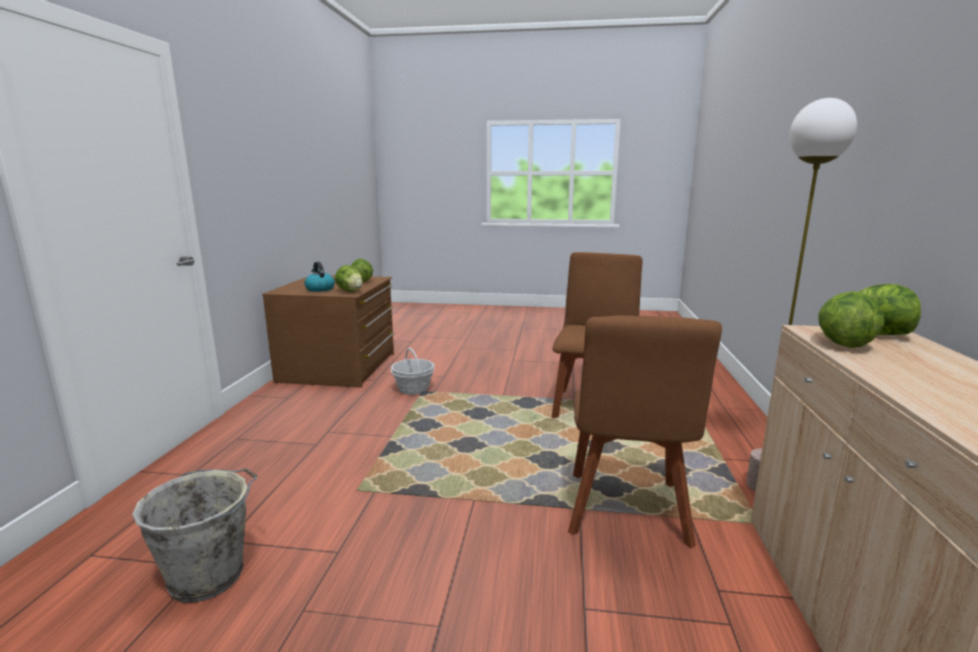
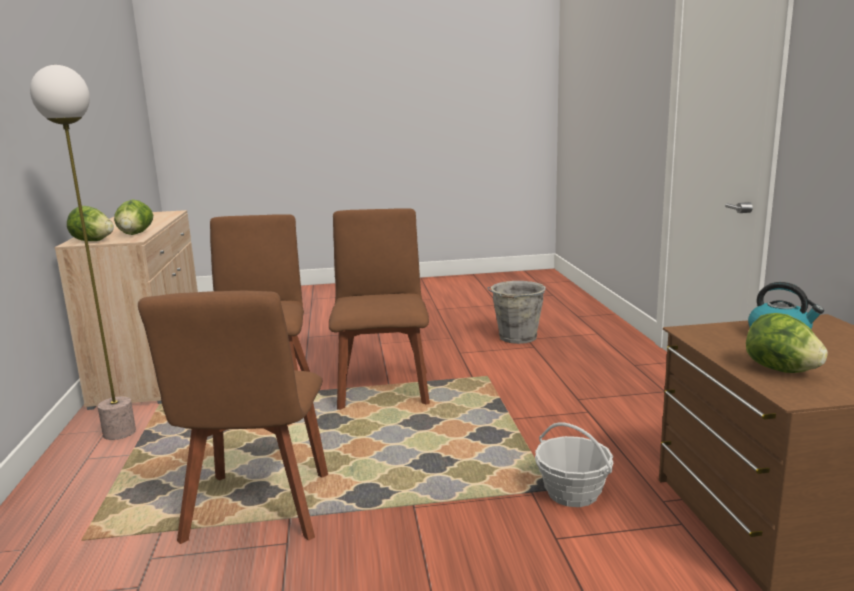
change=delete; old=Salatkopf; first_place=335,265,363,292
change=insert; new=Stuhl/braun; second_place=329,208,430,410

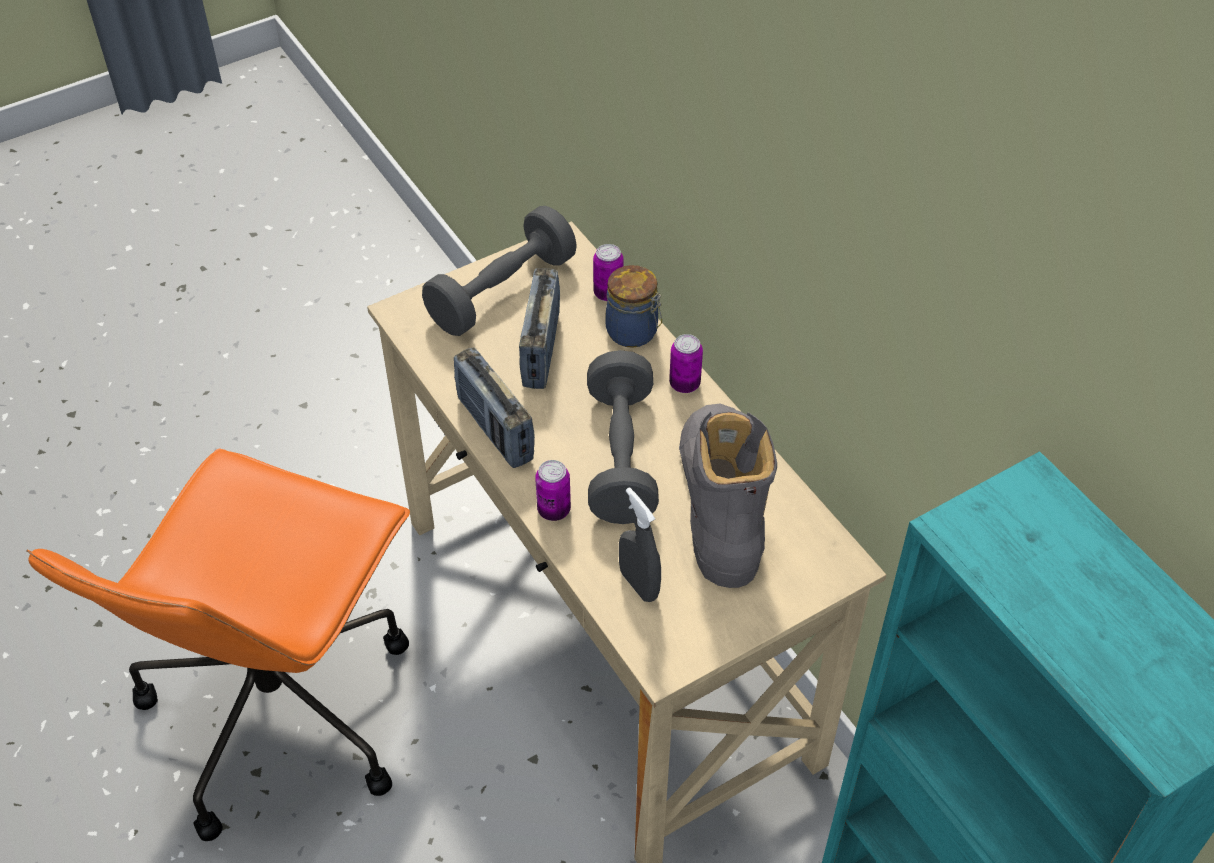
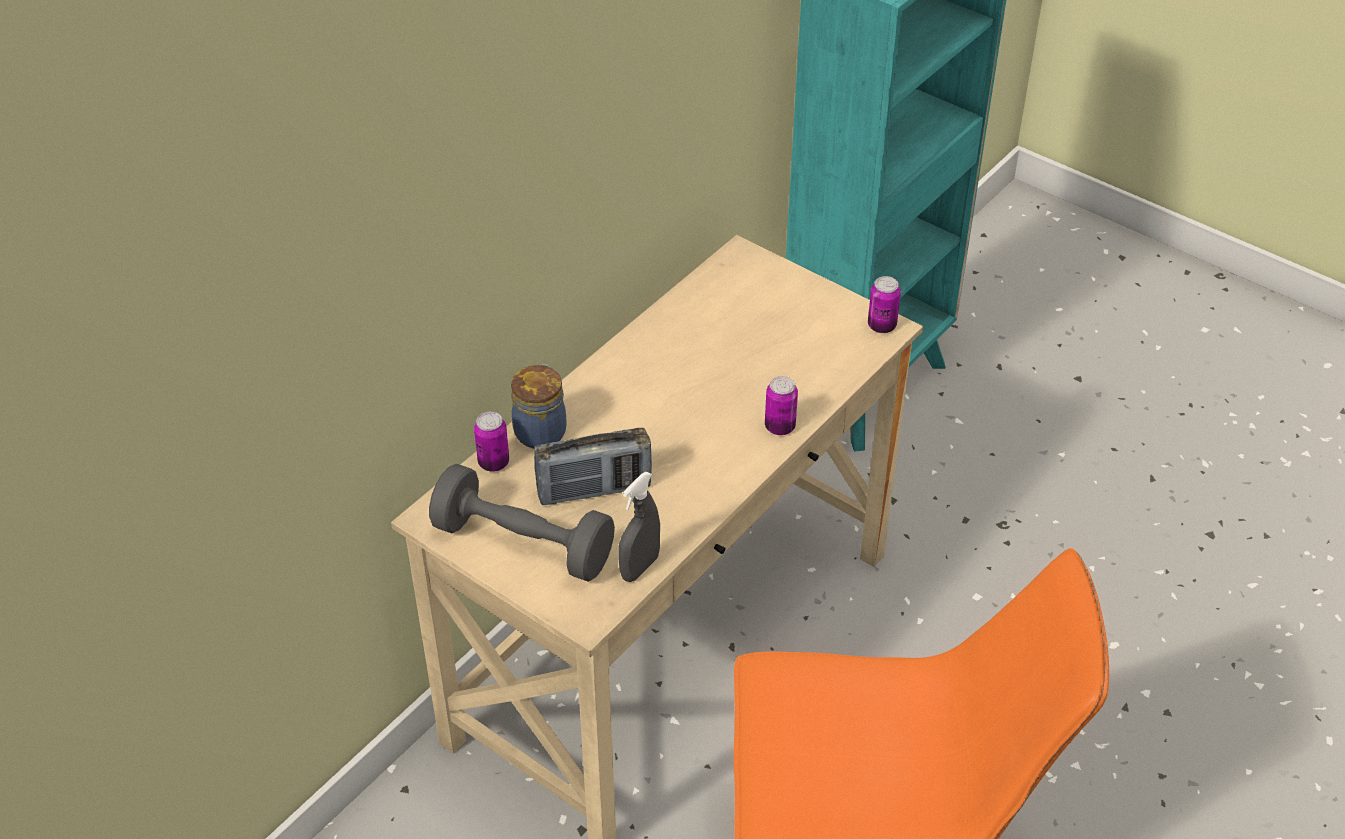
change=delete; old=Radio; first_place=454,347,535,468
change=delete; old=Hantel/grau; first_place=587,350,659,524
change=move; old=Sprühflasche/grau; first_place=619,487,661,602; second_place=618,472,660,582
change=move; old=Dose; first_place=669,334,703,393; second_place=868,276,901,333
change=delete; old=Stiefel/grau; first_place=679,404,777,588

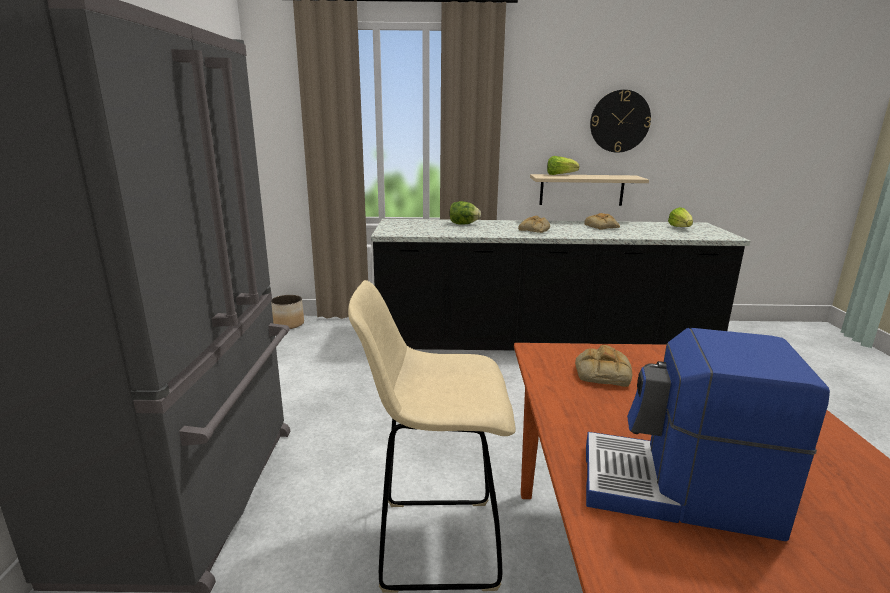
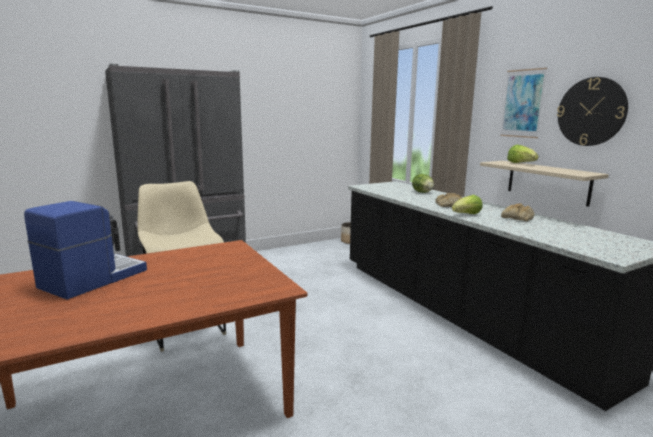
change=delete; old=Brot; first_place=575,345,632,387
change=rotate; old=Kaffeemaschine; first_place=586,328,830,541; second_place=24,201,147,299; degrees=45
change=move; old=Salatkopf; first_place=668,207,693,227; second_place=452,195,483,214
change=insert; new=Bild; second_place=500,68,547,138

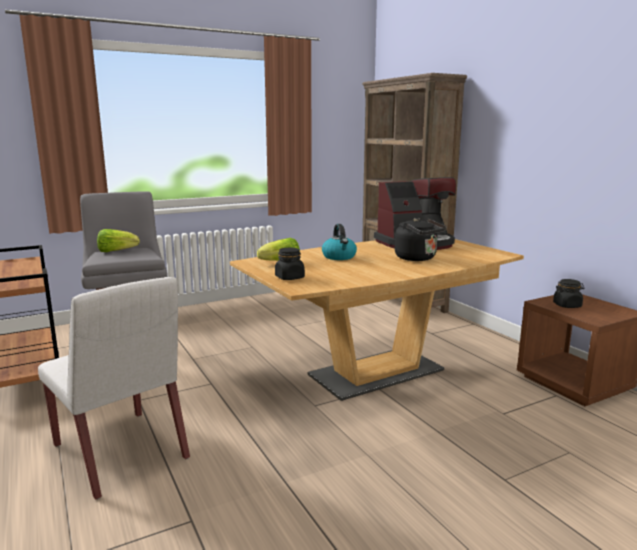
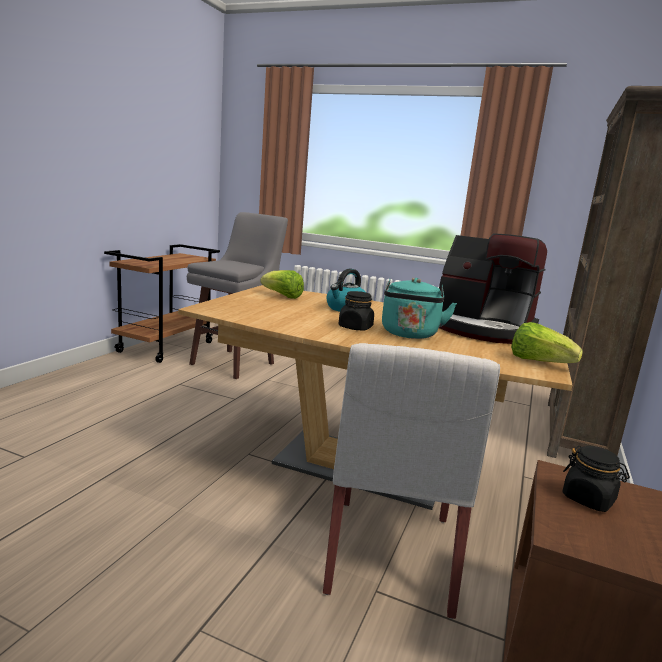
change=move; old=Stuhl/weiß; first_place=38,277,190,500; second_place=323,343,500,619
change=move; old=Salatkopf; first_place=97,229,140,252; second_place=511,322,583,363
change=move; old=Vorratsglas/schwarz; first_place=275,248,305,280; second_place=338,291,374,330
change=recolor; old=Wasserkessel/schwarz; new=Wasserkessel/türkis; first_place=395,218,447,261; second_place=382,278,457,339

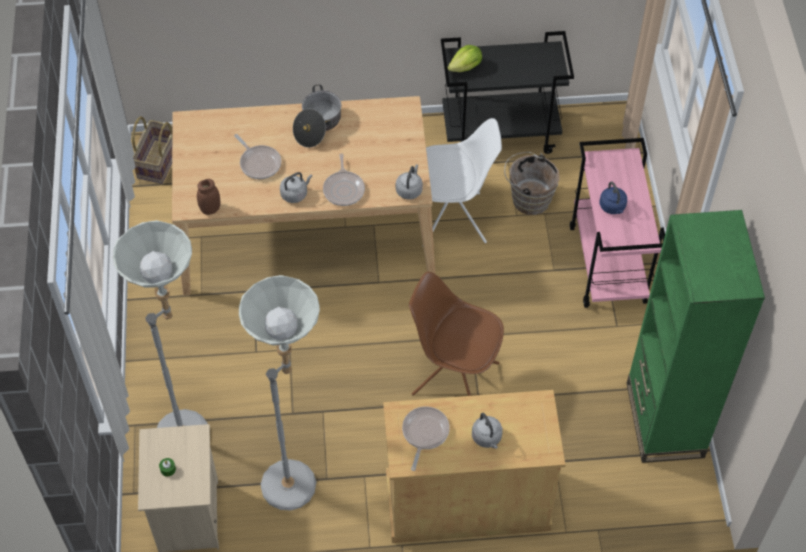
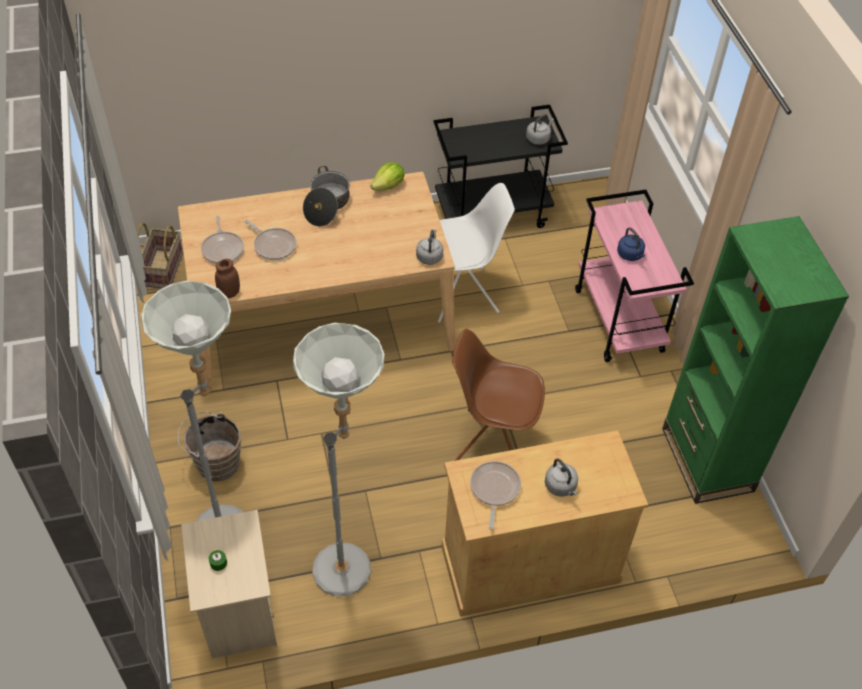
change=move; old=Wasserkessel/grau; first_place=280,172,312,203; second_place=526,114,554,145
change=move; old=Pfanne; first_place=323,153,365,206; second_place=201,216,244,264
change=move; old=Salatkopf; first_place=448,45,482,72; second_place=370,162,404,191
change=move; old=Eimer/braun; first_place=504,152,560,215; second_place=178,411,241,481

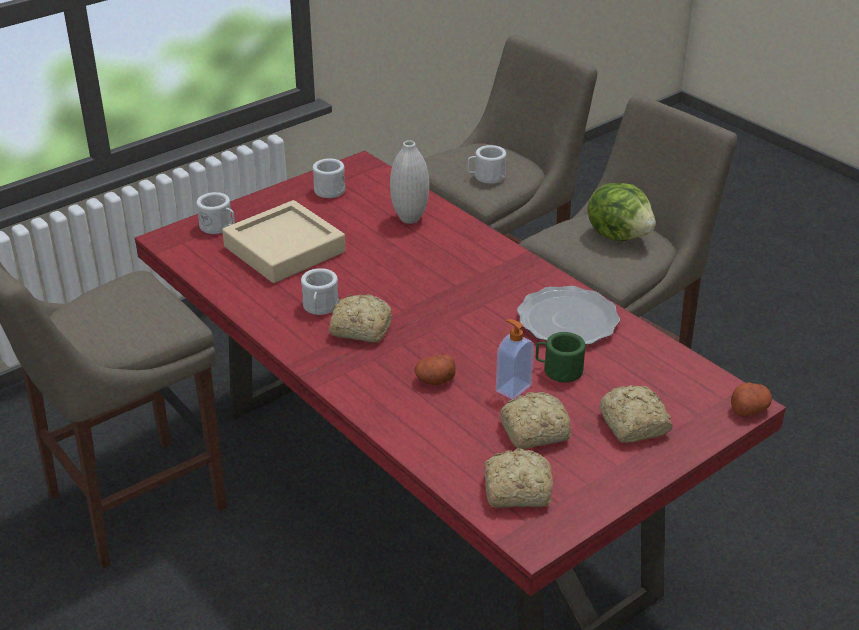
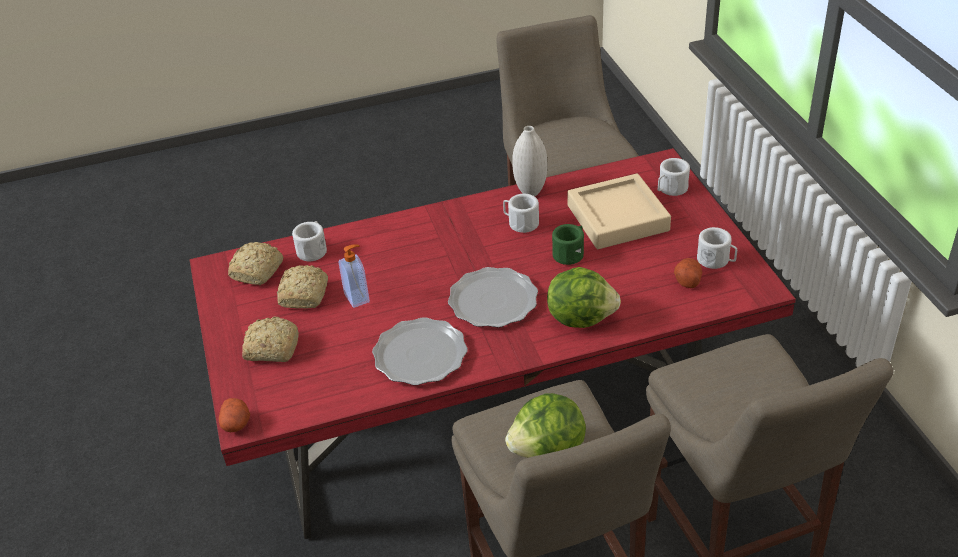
change=delete; old=Brot; first_place=329,294,392,343
change=move; old=Vase/weiß; first_place=390,140,429,224; second_place=512,126,547,196
change=move; old=Kartoffel; first_place=415,355,456,385; second_place=674,258,702,288
change=move; old=Henkelbecher/weiß; first_place=468,145,506,184; second_place=292,221,327,261
change=move; old=Henkelbecher/grün; first_place=535,332,586,382; second_place=552,224,584,265
change=insert; new=Teller; second_place=448,267,538,327
change=insert; new=Salatkopf; second_place=547,267,621,328

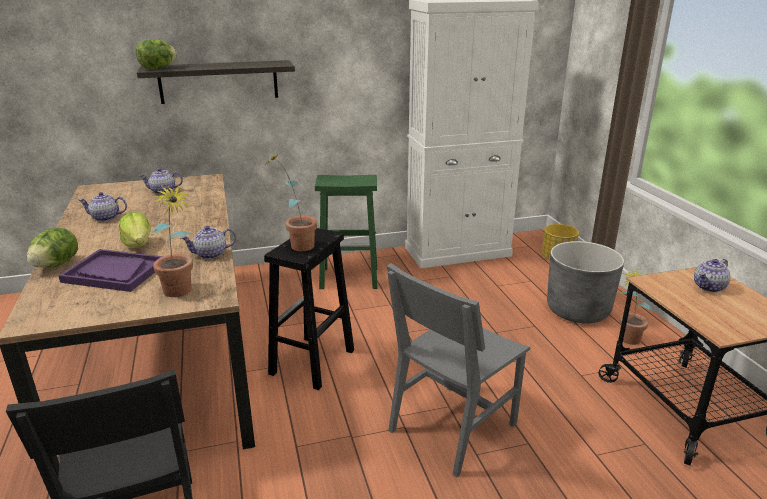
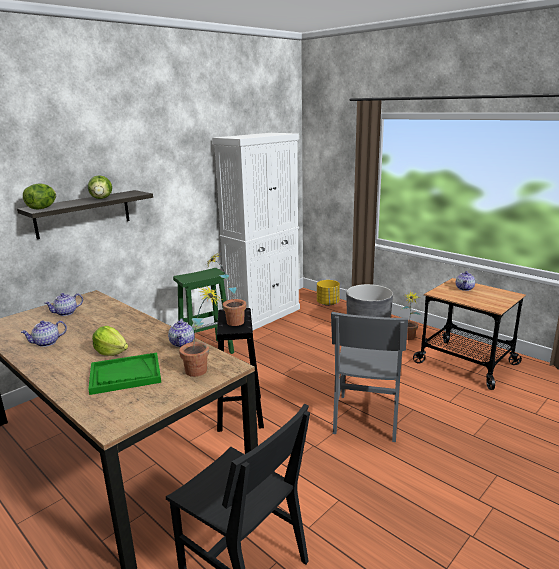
change=move; old=Salatkopf; first_place=27,227,78,268; second_place=88,175,112,199
change=recolor; old=Tablett/lila; new=Tablett/grün; first_place=58,249,164,292; second_place=88,352,161,395
change=rotate; old=Teekanne; first_place=181,226,236,259; second_place=168,318,194,347; degrees=-45

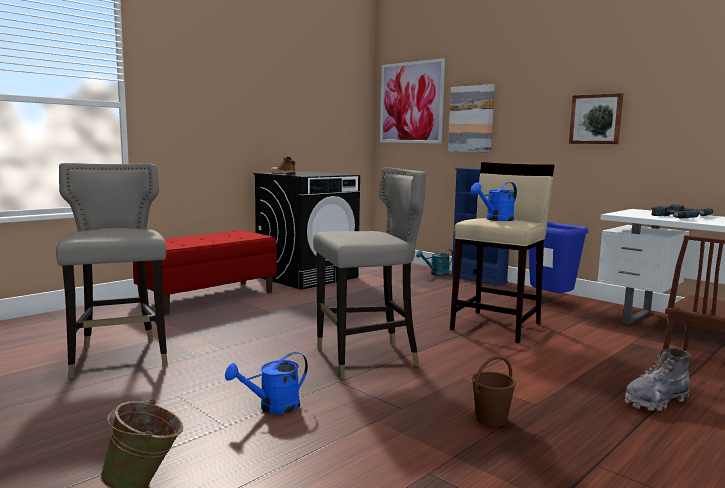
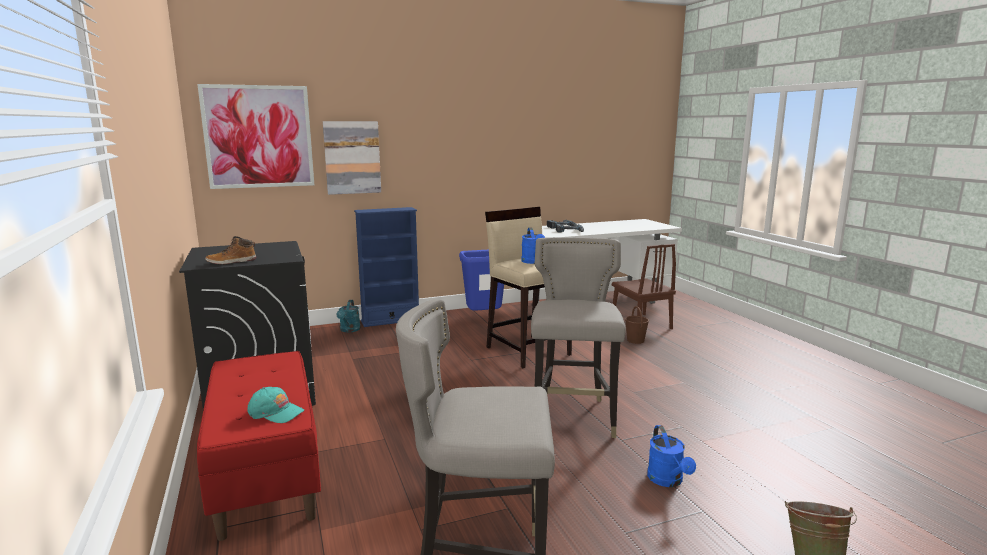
change=move; old=Eimer/braun; first_place=472,356,516,426; second_place=625,306,649,344
change=delete; old=Bild; first_place=569,93,623,144
change=delete; old=Stiefel/grau; first_place=625,348,691,411
change=insert; new=Kappe/türkis; second_place=248,387,304,423

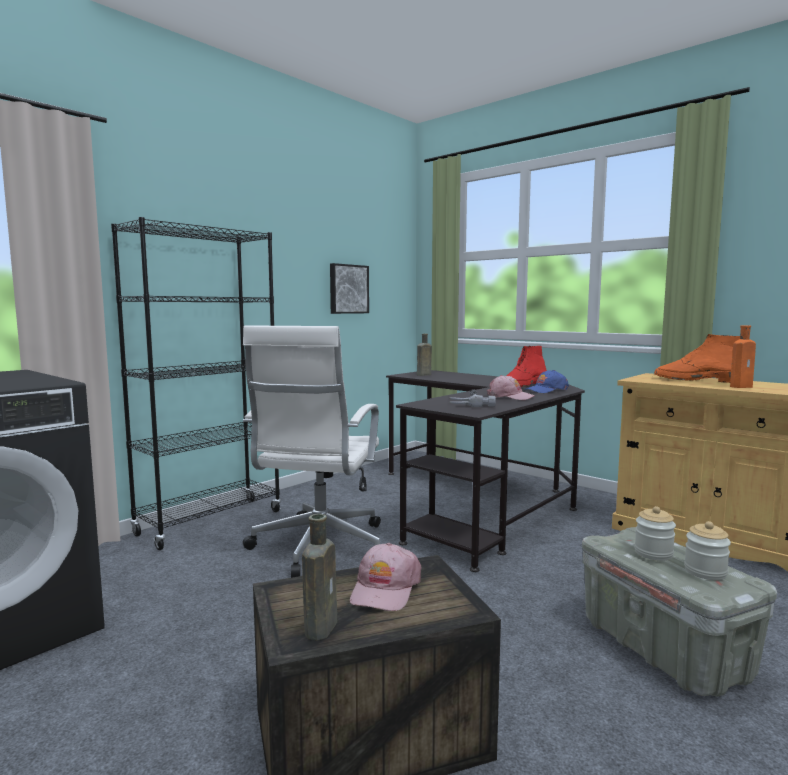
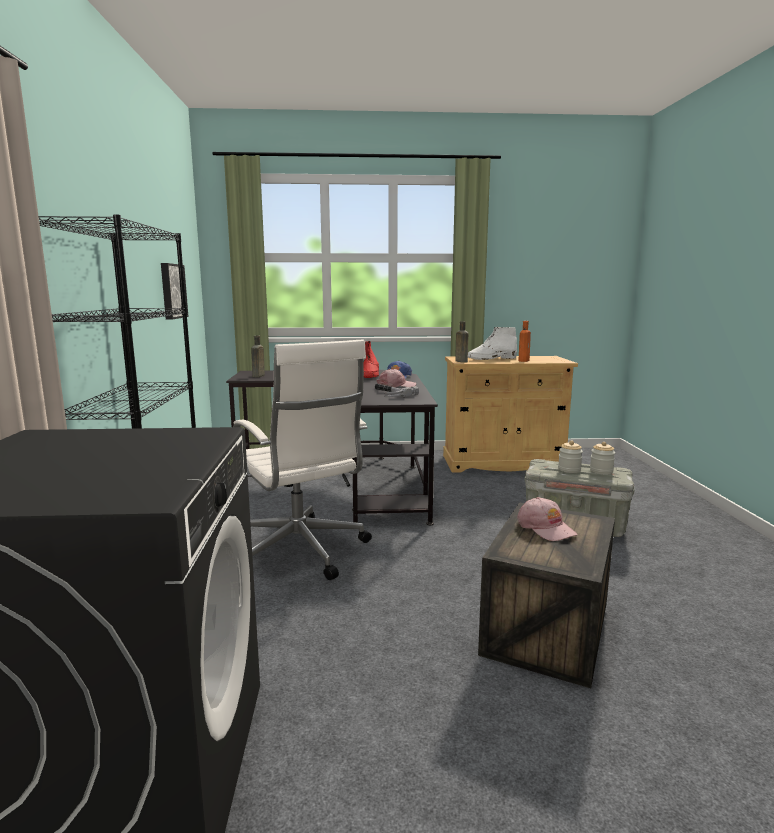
change=move; old=Flasche/braun; first_place=302,514,337,641; second_place=455,321,468,363
change=recolor; old=Stiefel/orange; new=Stiefel/weiß; first_place=654,334,740,383; second_place=468,327,517,360

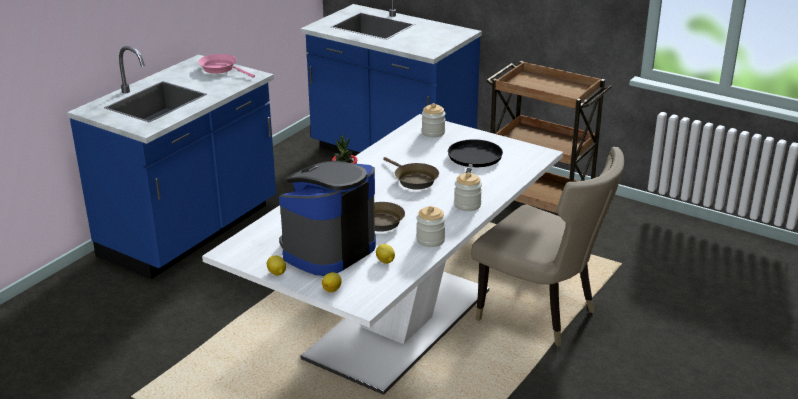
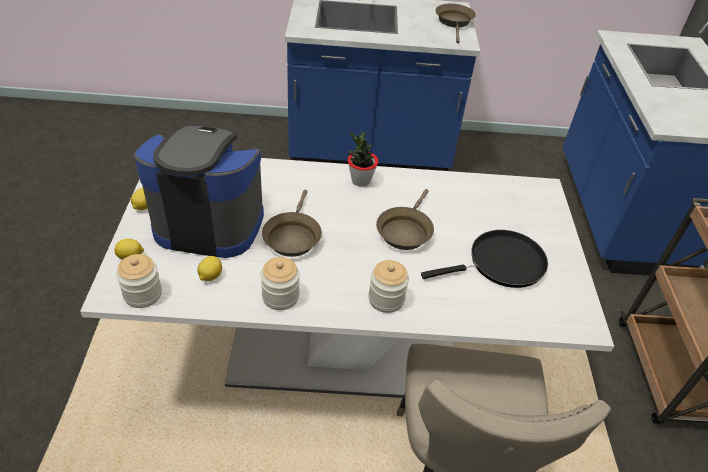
change=recolor; old=Pfanne/rosa; new=Pfanne/braun; first_place=198,54,255,78; second_place=435,3,476,43
change=move; old=Vorratsglas; first_place=422,103,446,138; second_place=116,254,162,308

